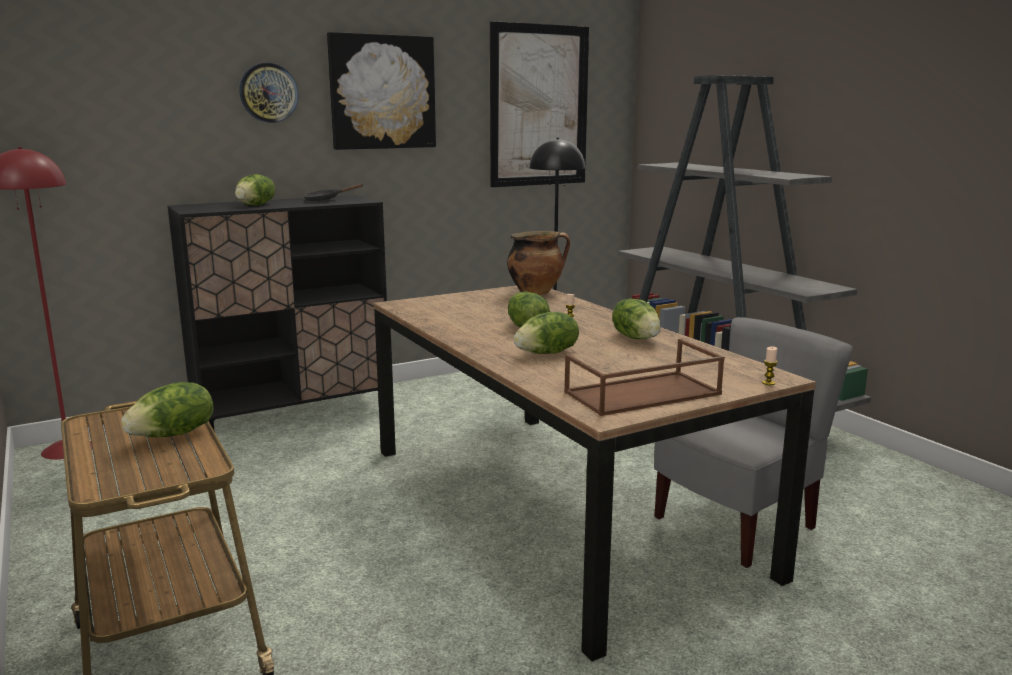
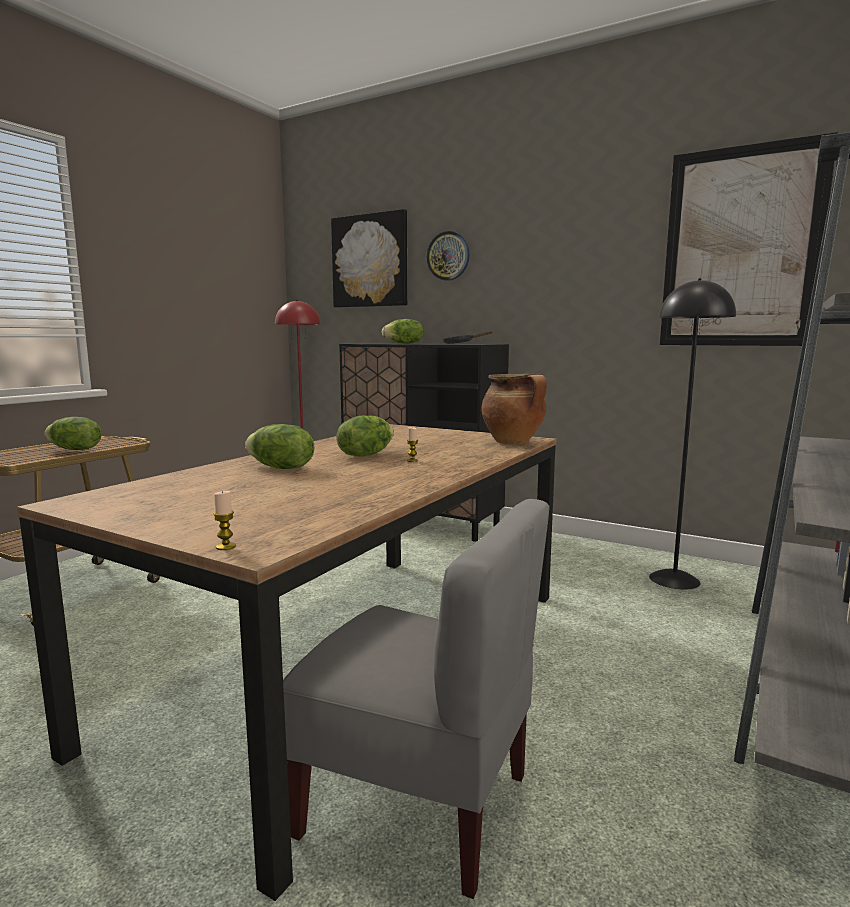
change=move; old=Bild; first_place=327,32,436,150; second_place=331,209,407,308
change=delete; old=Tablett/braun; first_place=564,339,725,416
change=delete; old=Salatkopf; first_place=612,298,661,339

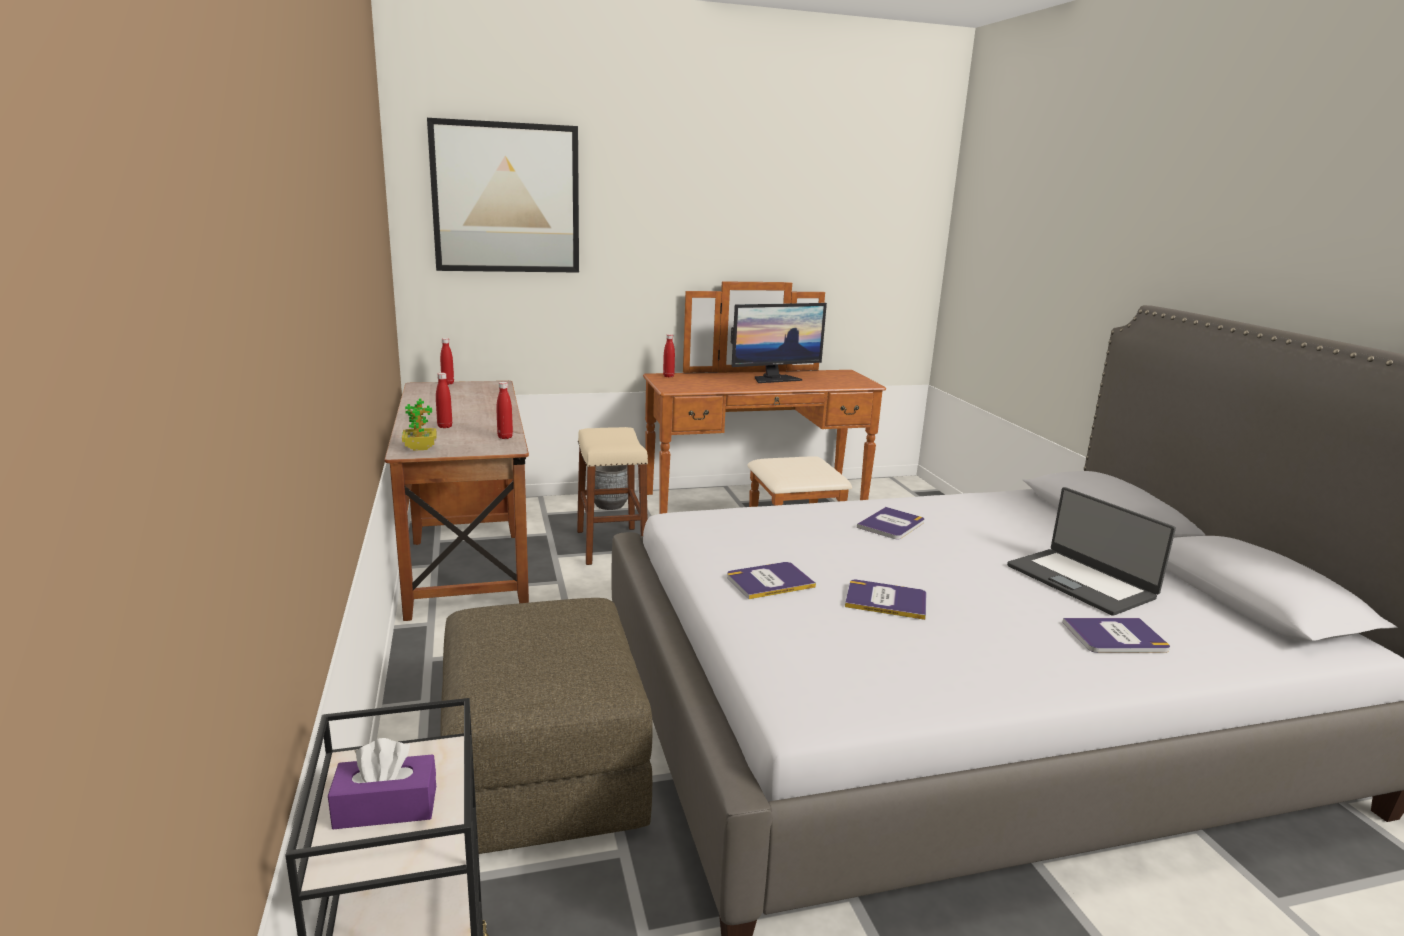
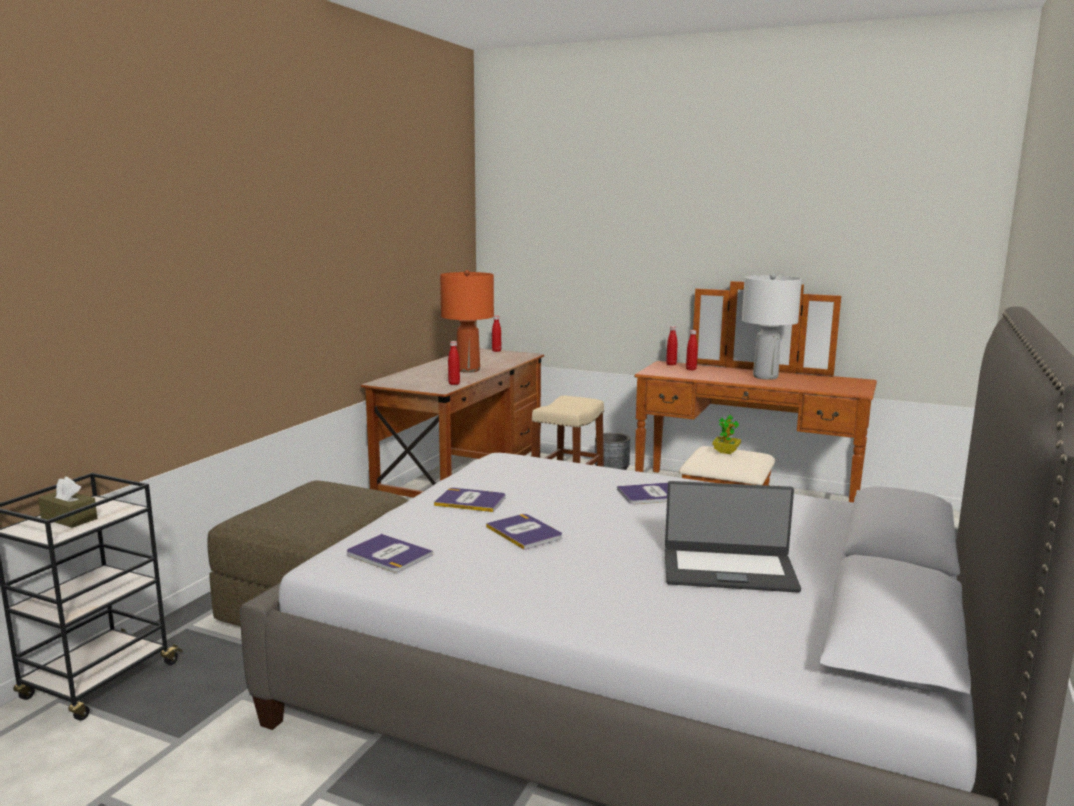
change=recolor; old=Taschentuchbox/lila; new=Taschentuchbox/braun; first_place=328,738,436,829; second_place=38,477,97,528
change=move; old=Topfpflanze; first_place=402,399,437,451; second_place=713,415,741,454
change=delete; old=Bild; first_place=427,118,579,273
change=move; old=Flasche/rot; first_place=436,373,452,428; second_place=686,330,698,370
change=replace; old=Monitor; new=Tischlampe/weiß; first_place=731,303,827,383; second_place=742,273,802,380
change=rotate; old=Laptop; first_place=1007,487,1176,616; second_place=665,481,801,593; degrees=-90
change=move; old=Buch; first_place=1062,618,1170,653; second_place=347,534,433,573
change=insert; new=Tischlampe/orange; second_place=440,270,494,373

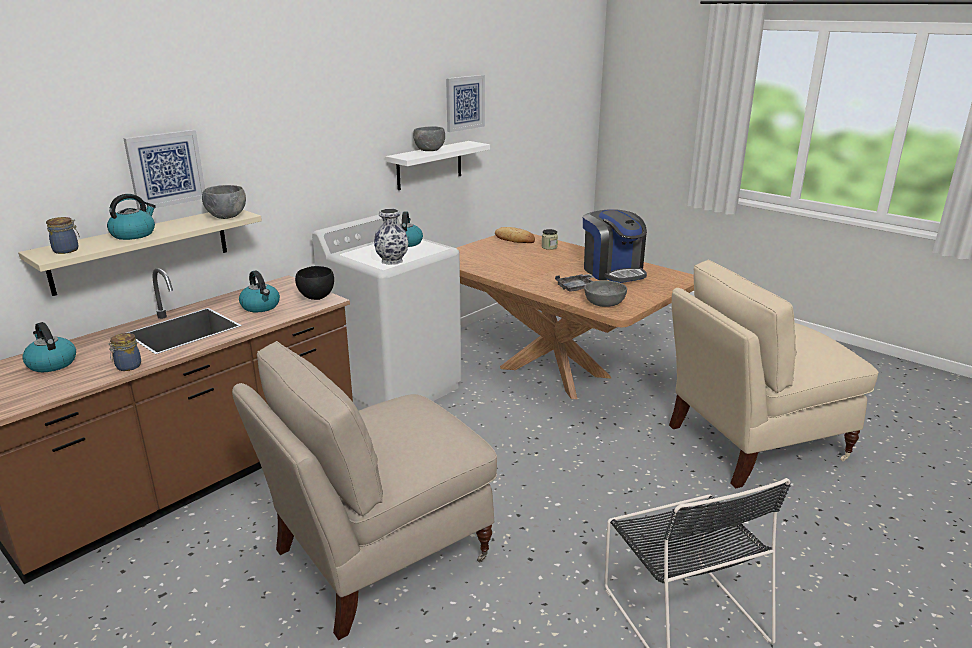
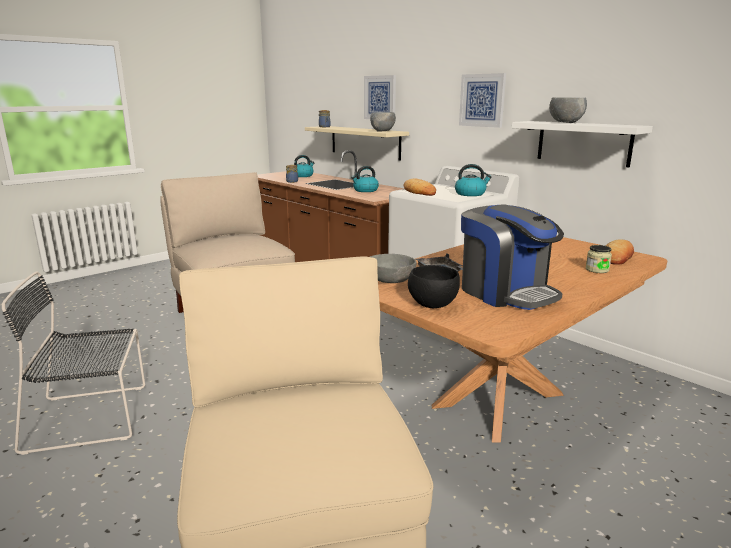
change=delete; old=Wasserkessel; first_place=107,194,156,240
change=move; old=Schüssel/schwarz; first_place=295,266,334,300; second_place=408,265,460,308
change=replace; old=Vase; new=Brot; first_place=374,209,408,265; second_place=403,178,436,196
change=move; old=Bild; first_place=446,75,485,132; second_place=459,73,506,128
change=rotate; old=Kaffeemaschine; first_place=583,209,647,283; second_place=461,204,564,310; degrees=-105

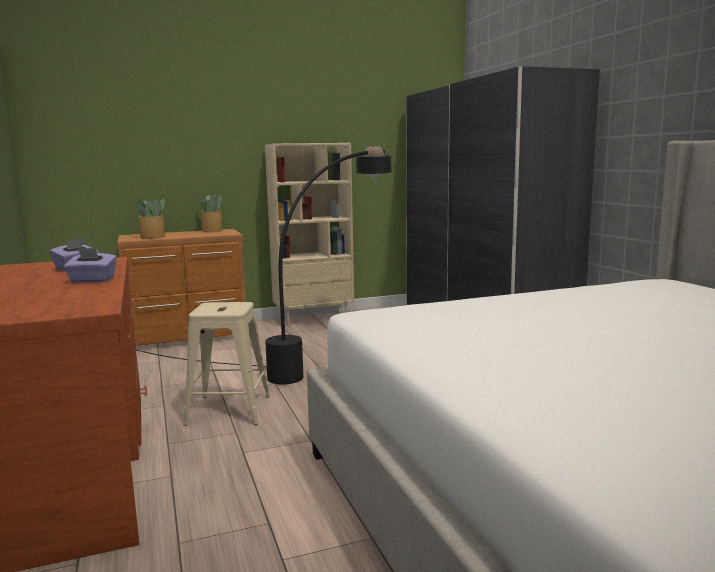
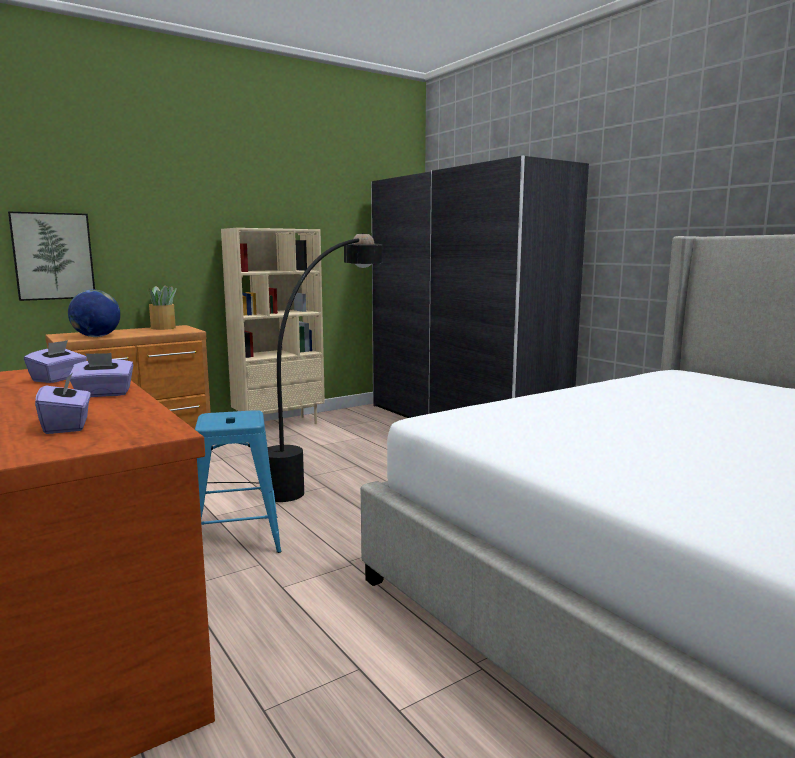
change=replace; old=Topfpflanze; new=Globus; first_place=136,198,166,239; second_place=68,290,121,337
change=recolor; old=Hocker/beige; new=Hocker/blau; first_place=183,302,270,426; second_place=195,410,281,553
change=insert; new=Bild; second_place=8,211,95,301
change=insert; new=Taschentuchbox/lila; second_place=35,372,91,434

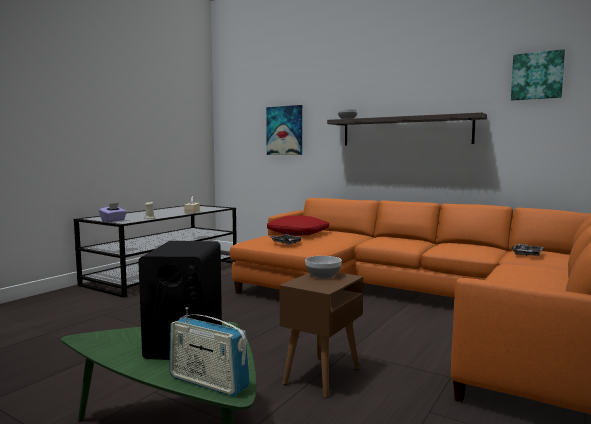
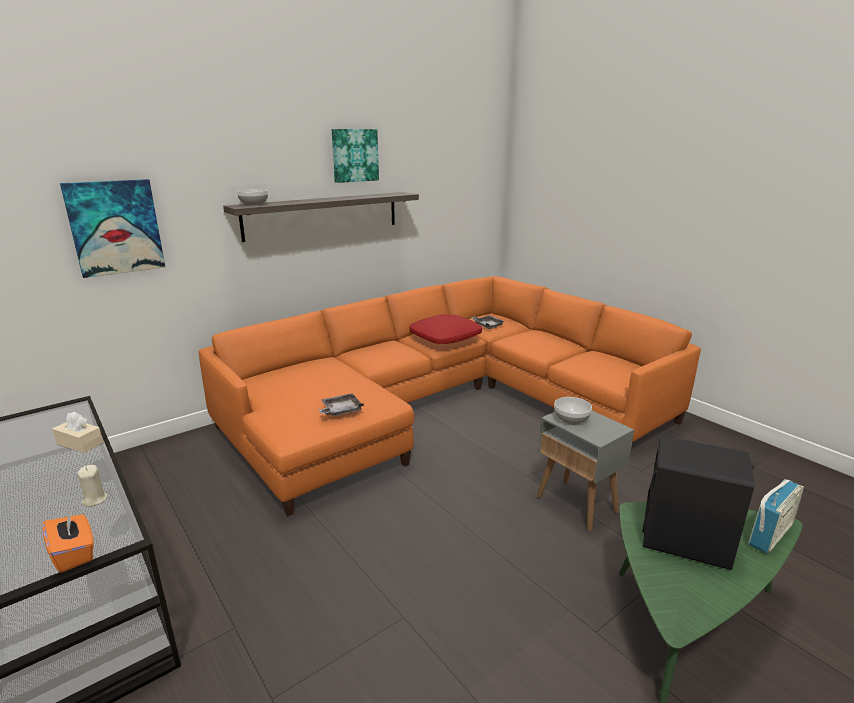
change=recolor; old=Taschentuchbox/lila; new=Taschentuchbox/orange; first_place=99,203,127,222; second_place=42,509,94,573
change=move; old=Kissen/rot; first_place=267,216,329,236; second_place=409,314,482,344
change=recolor; old=Beistelltisch/braun; new=Beistelltisch/grau; first_place=280,273,363,398; second_place=537,411,634,531
change=move; old=Bild; first_place=511,49,565,101; second_place=332,129,379,183

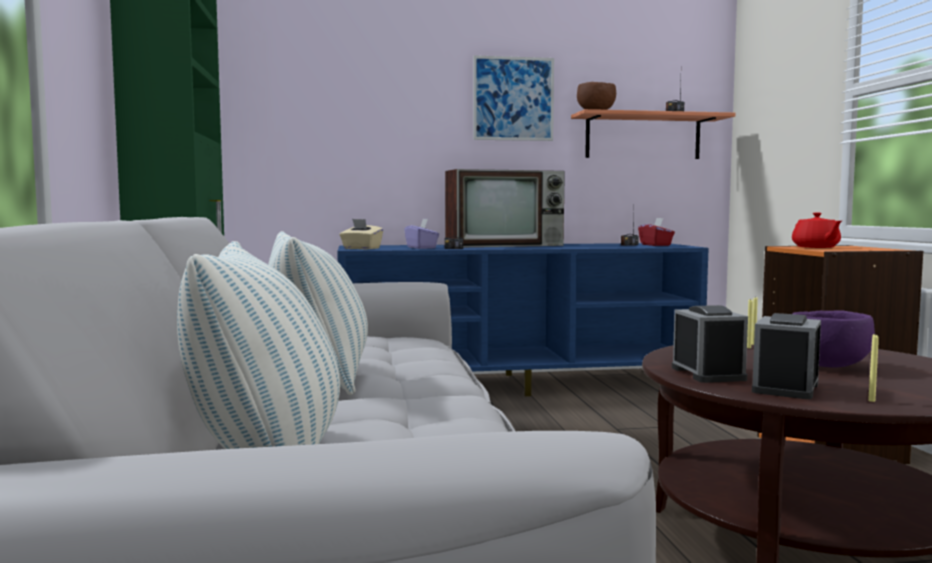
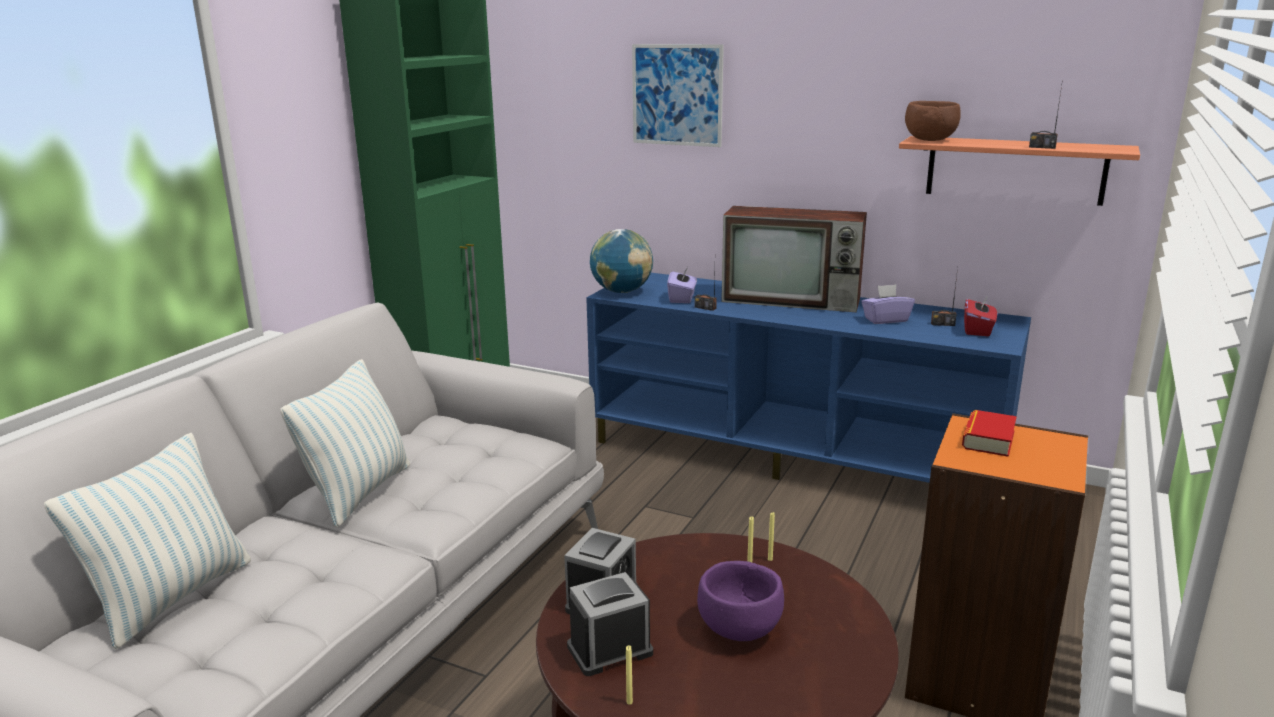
change=replace; old=Taschentuchbox/beige; new=Globus; first_place=339,219,383,249; second_place=590,229,653,293
change=move; old=Bild; first_place=473,55,554,141; second_place=632,44,724,147
change=replace; old=Teekanne/rot; new=Buch; first_place=792,212,842,248; second_place=962,410,1017,457
change=insert; new=Taschentuchbox/lila; second_place=861,284,915,324

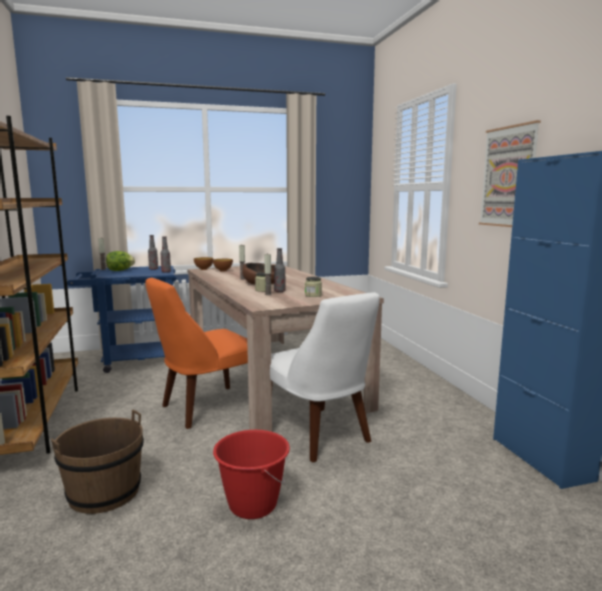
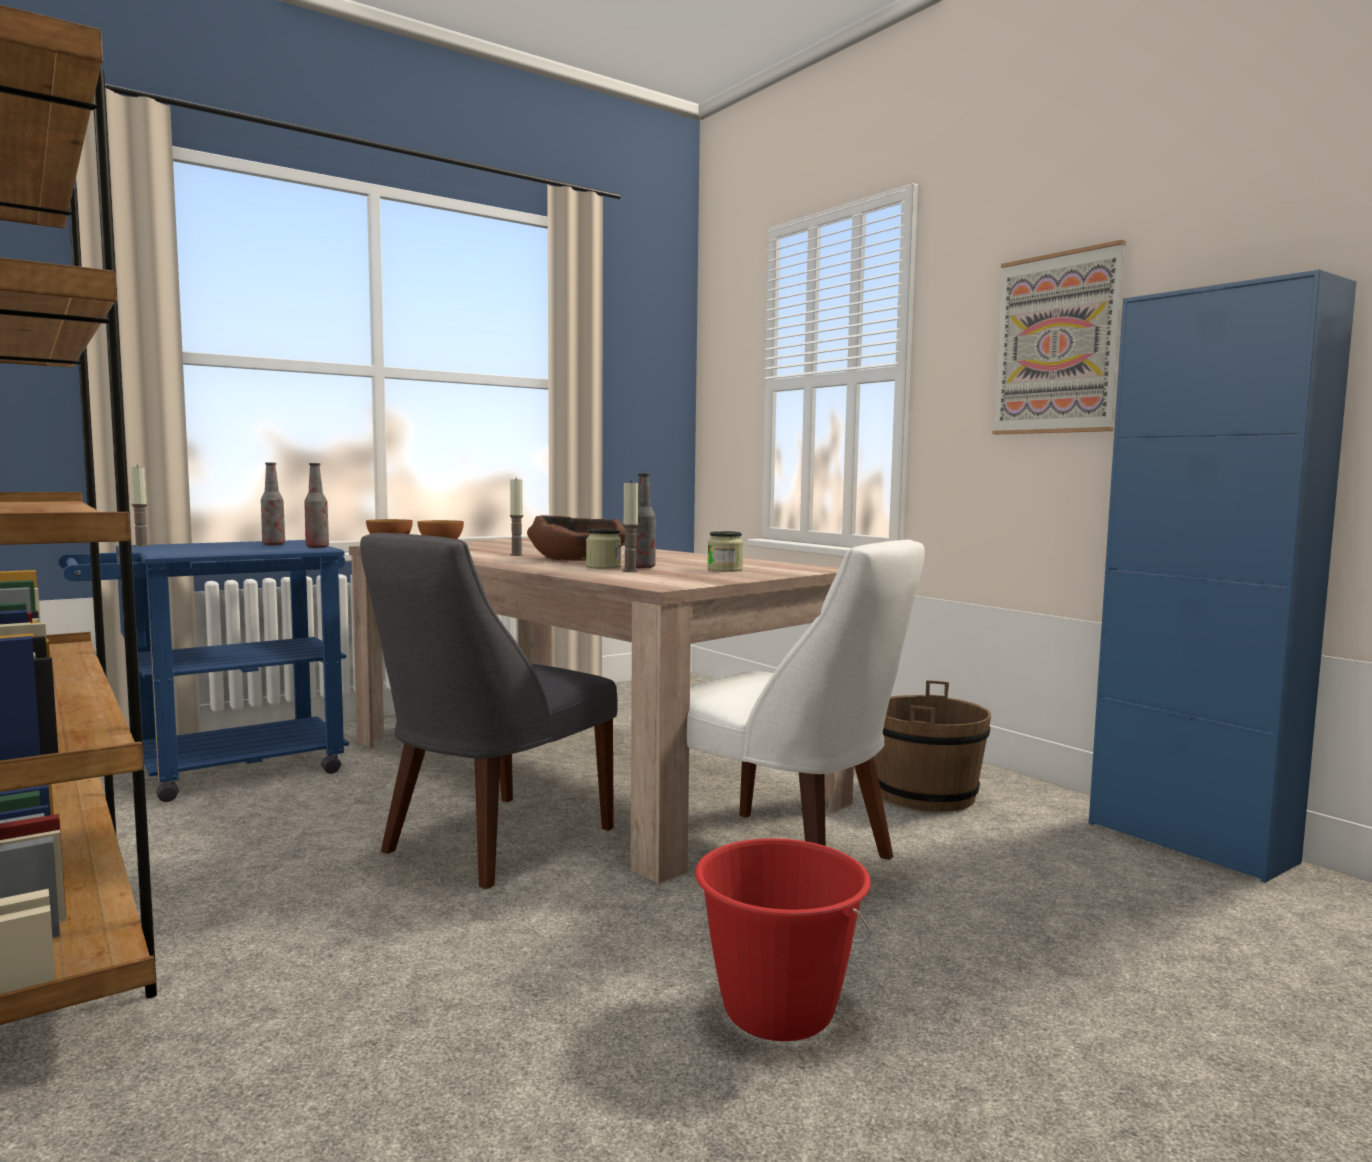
change=move; old=Eimer/braun; first_place=51,410,144,514; second_place=875,680,991,811
change=delete; old=Salatkopf; first_place=106,251,135,271
change=recolor; old=Stuhl/orange; new=Stuhl/grau; first_place=145,278,248,429; second_place=360,533,618,889

